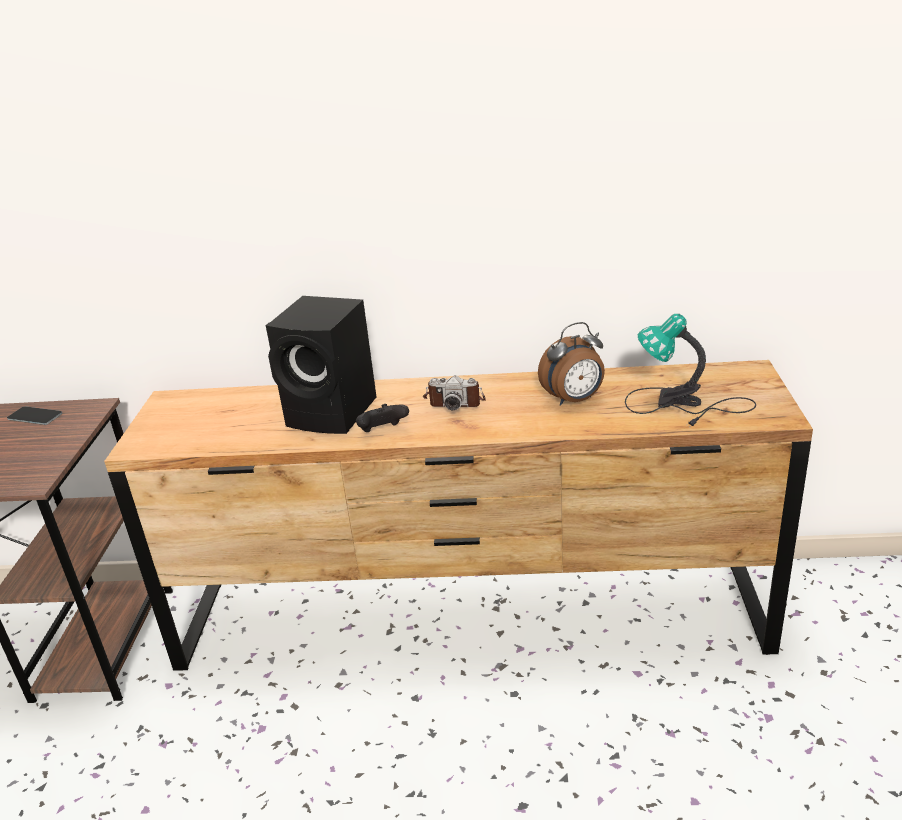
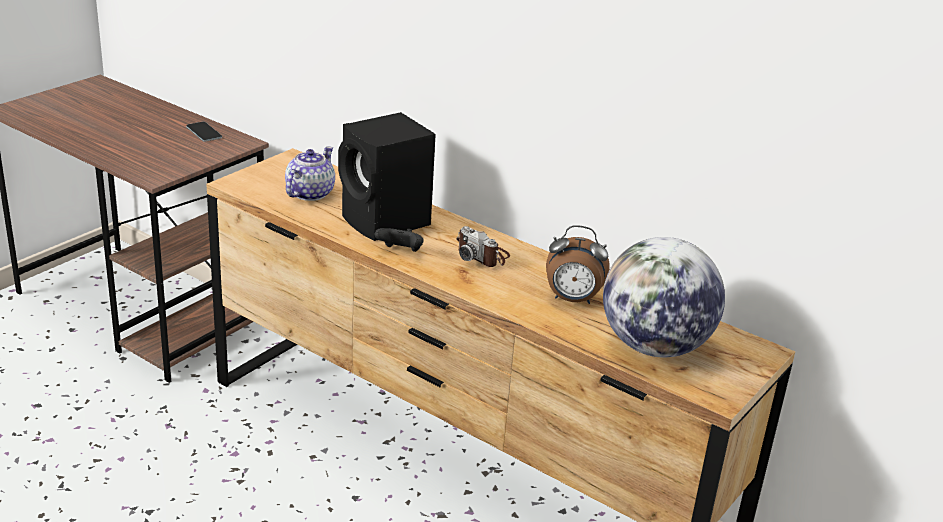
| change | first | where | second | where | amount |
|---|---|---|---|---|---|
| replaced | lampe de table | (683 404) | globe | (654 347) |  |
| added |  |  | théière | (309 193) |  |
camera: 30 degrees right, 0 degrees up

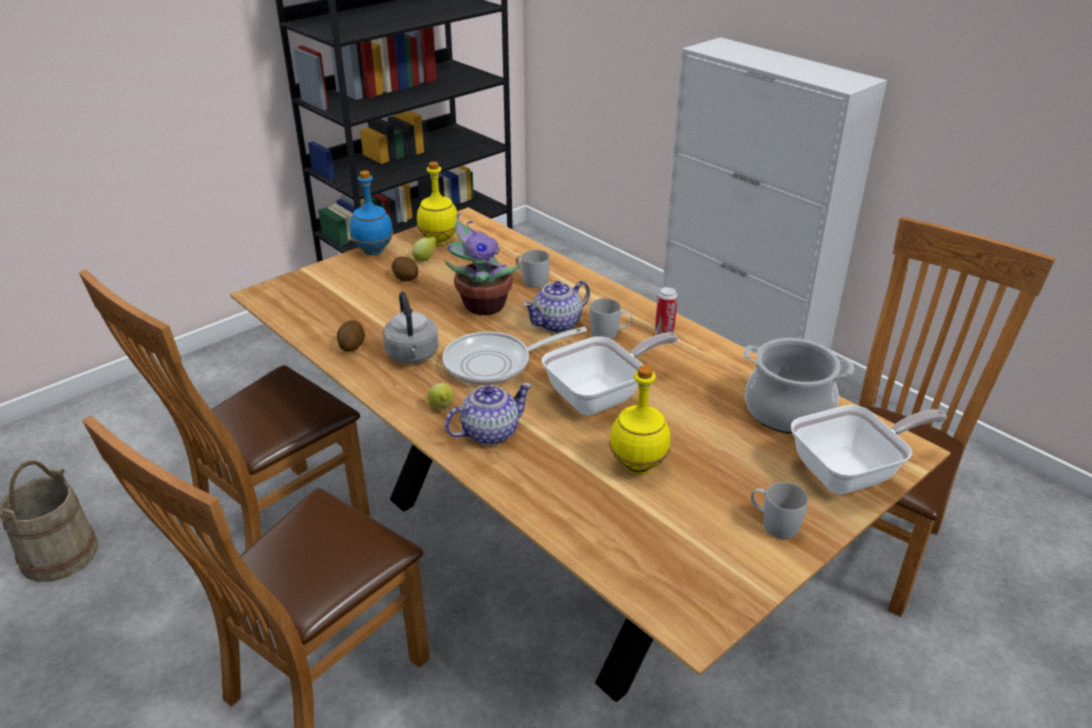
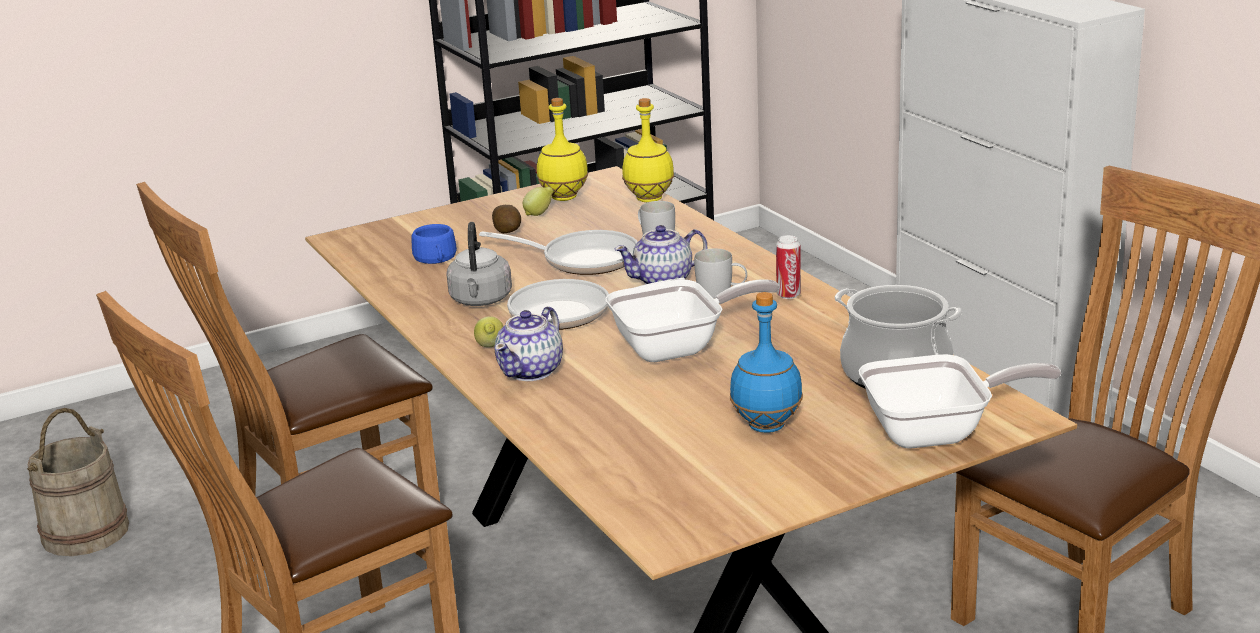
| change | first | where | second | where | amount |
|---|---|---|---|---|---|
| moved | bouteille [bleu] | (373 251) |  | (765 426) |  |
| replaced | plante en pot | (481 305) | poêle | (582 260) |  |
| removed | pomme de terre | (352 345) |  |  |  |
| moved | bouteille [jaune] | (639 466) |  | (650 199) |  |
| turned | théière | (489 432) |  | (532 371) | 135 degrees clockwise |
| removed | mug [blanc] | (773 523) |  |  |  |
| added |  |  | tasse [bleu] | (436 259) |  |
camera: 15 degrees right, 10 degrees down

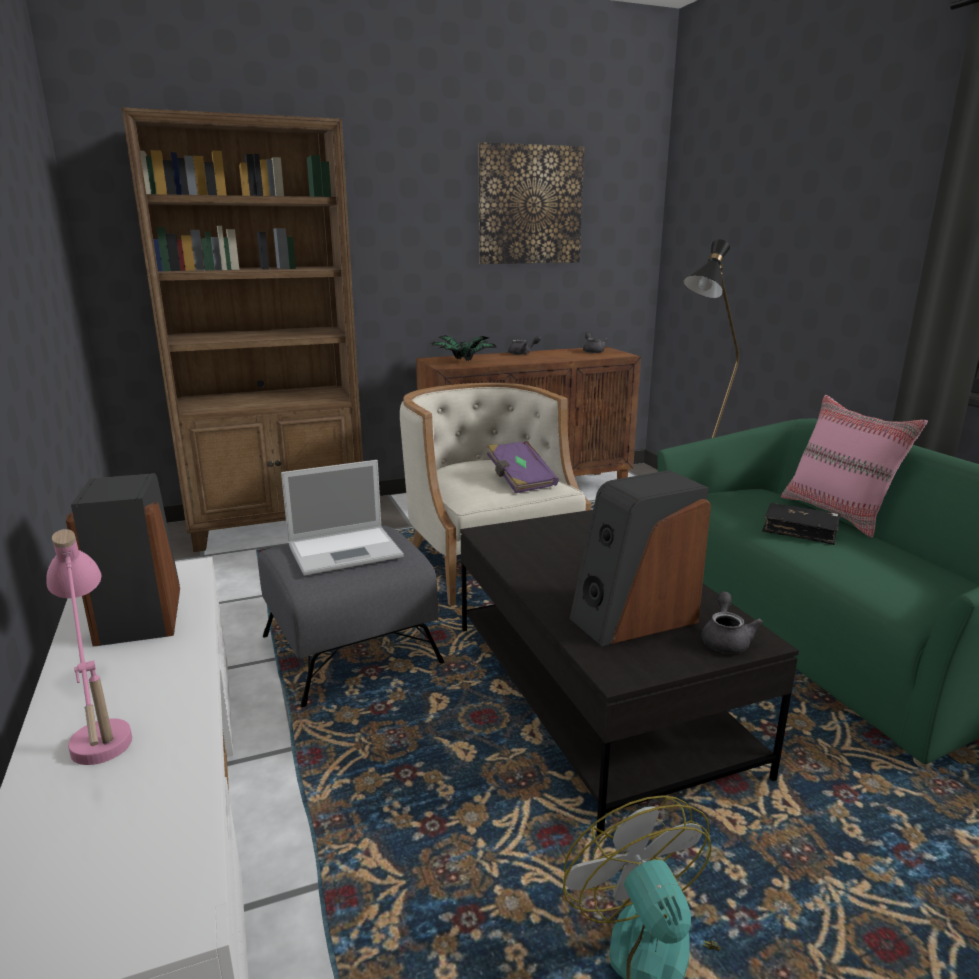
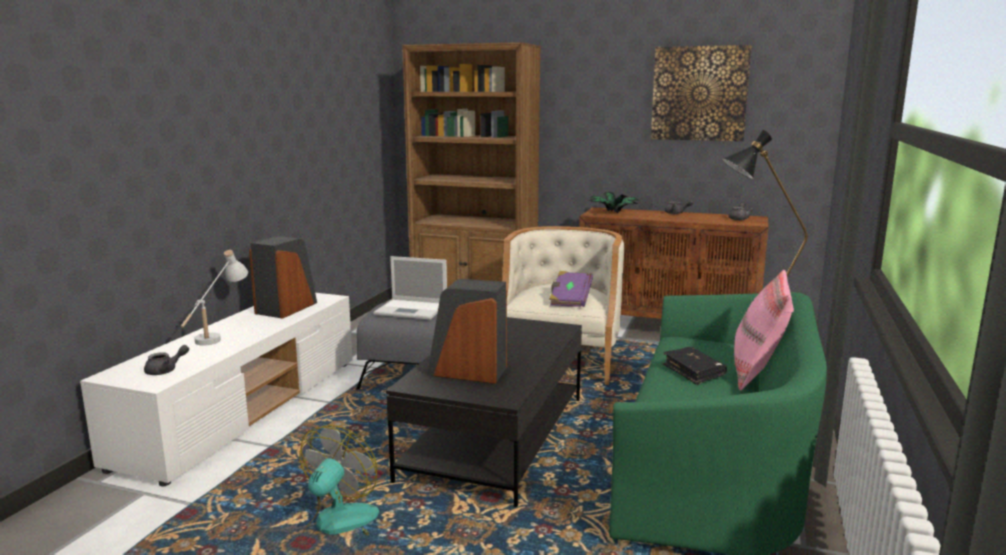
| change | first | where | second | where | amount |
|---|---|---|---|---|---|
| recoloured | lampe de table [rose] | (99 722) | lampe de table [blanc] | (218 335) |  |
| moved | théière [gris] | (725 640) |  | (166 370) |  |
camera: 40 degrees right, 5 degrees down

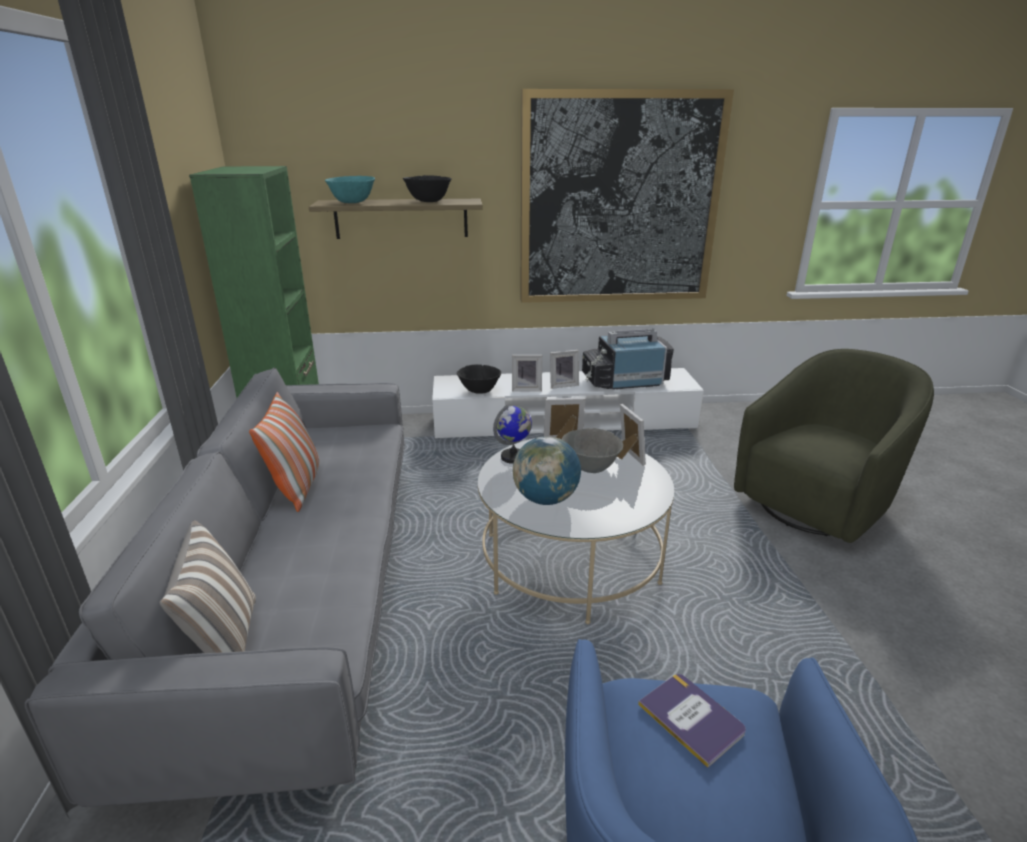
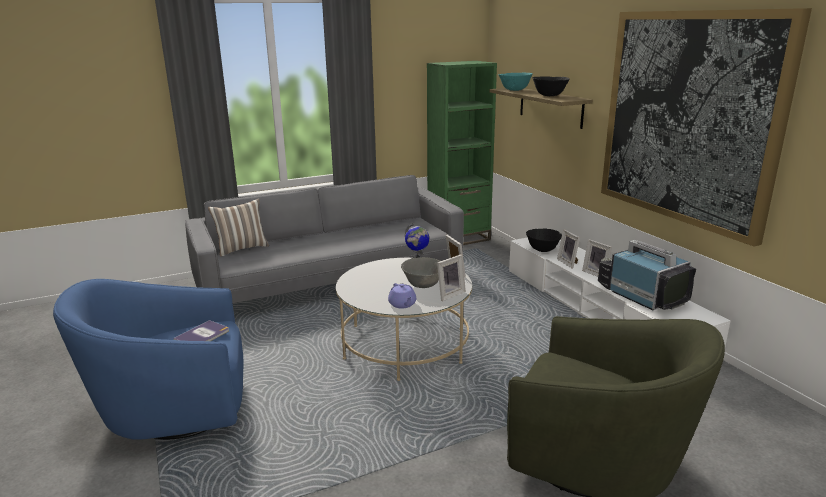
| change | first | where | second | where | amount |
|---|---|---|---|---|---|
| removed | coussin | (297 487) |  |  |  |
| removed | globe | (545 499) |  |  |  |
| added |  |  | théière [violet] | (402 304) |  |
camera: 70 degrees right, 5 degrees down

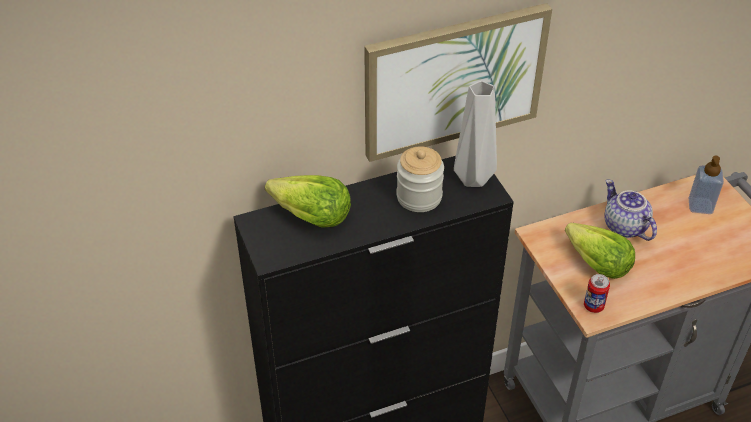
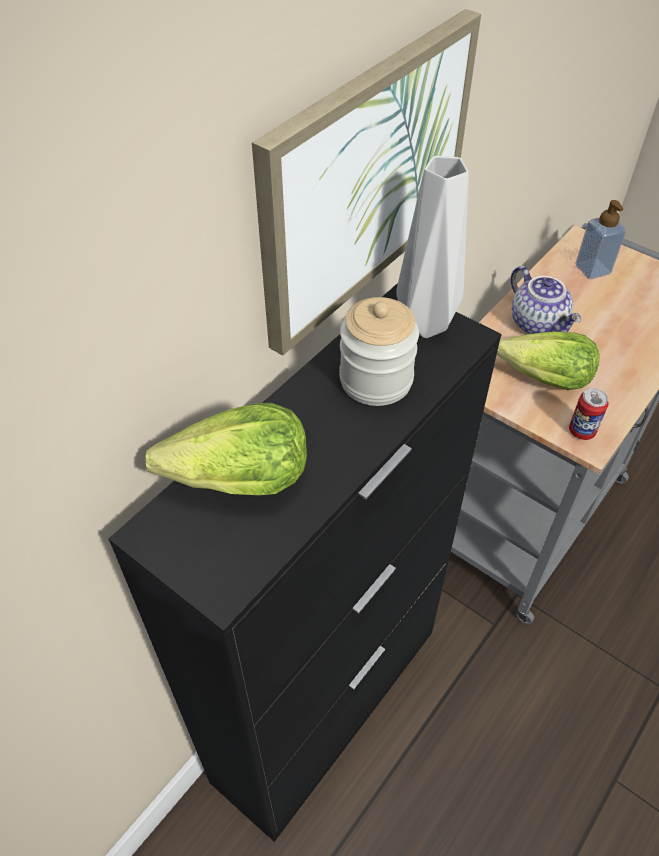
| change | first | where | second | where | amount |
|---|---|---|---|---|---|
| turned | théière | (623 227) |  | (538 323) | 150 degrees counterclockwise |
camera: 30 degrees left, 5 degrees up

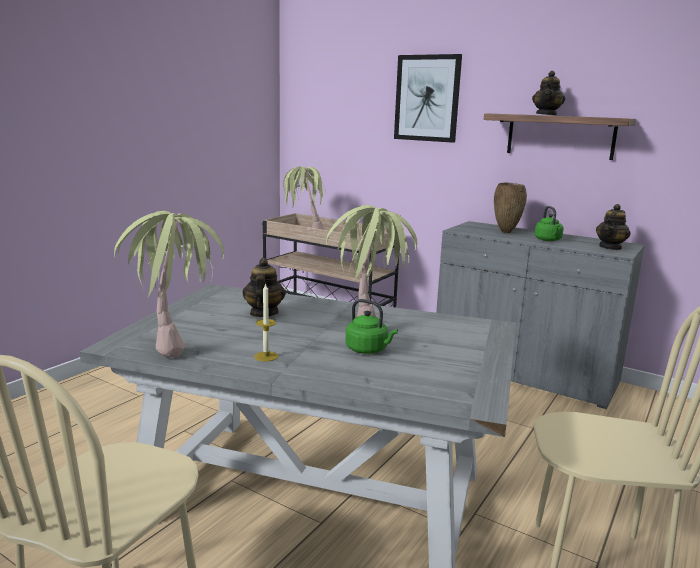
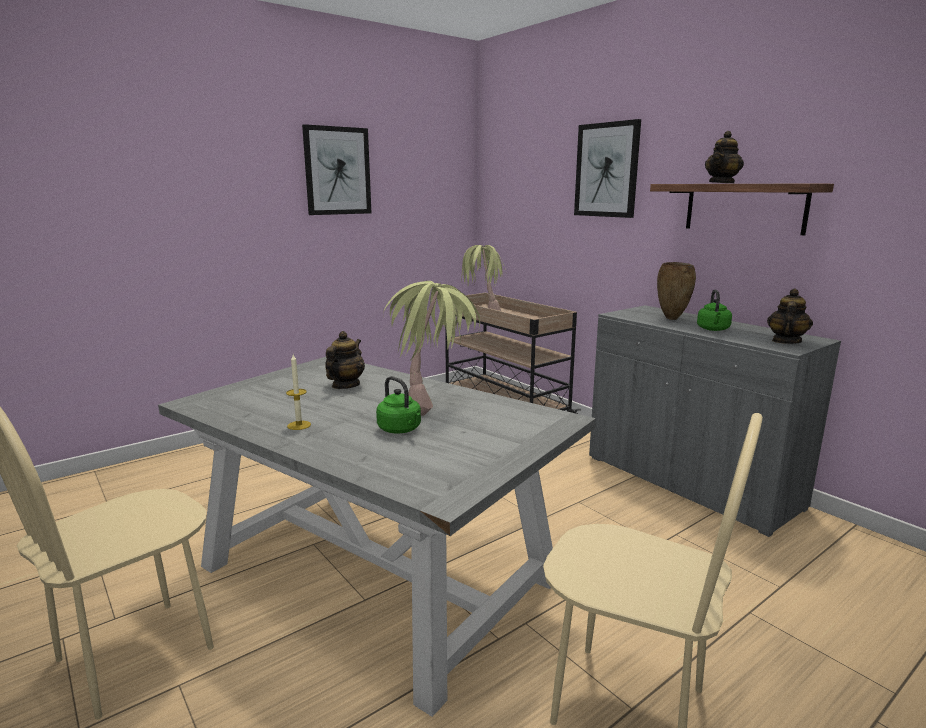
| change | first | where | second | where | amount |
|---|---|---|---|---|---|
| turned | théière | (610 247) |  | (786 341) | 150 degrees clockwise |
| removed | plante en pot | (178 343) |  |  |  |
| added |  |  | tableau | (337 171) |  |
camera: 20 degrees right, 0 degrees up

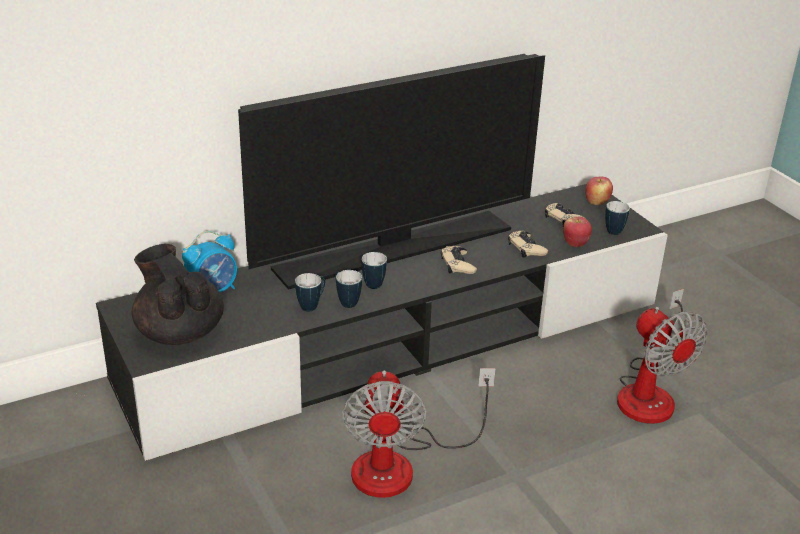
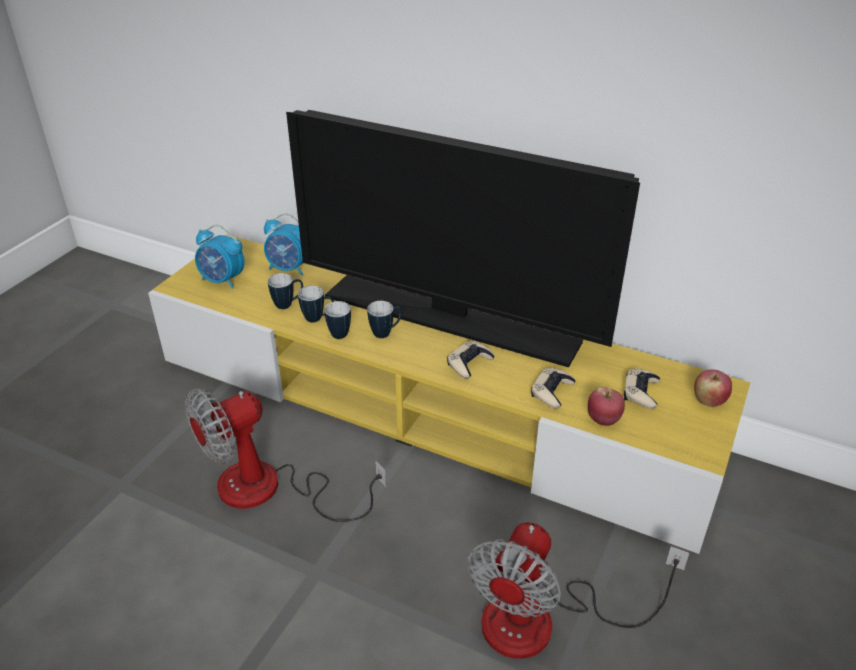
| change | first | where | second | where | amount |
|---|---|---|---|---|---|
| recoloured | meuble télé [noir] | (398 343) | meuble télé [jaune] | (429 409) |  |
| moved | mug | (614 229) |  | (288 304) |  |
| replaced | théière [noir] | (179 332) | réveil | (223 280) |  |
camera: 55 degrees right, 5 degrees up

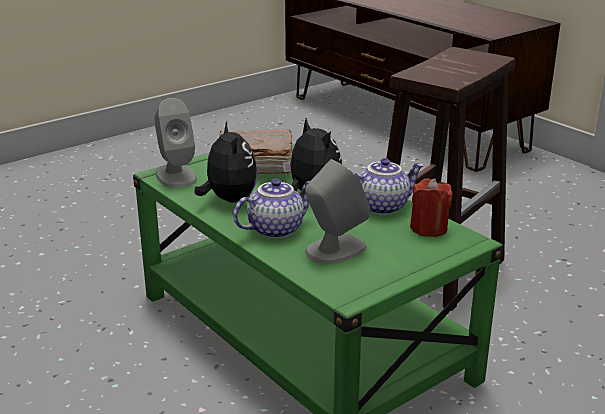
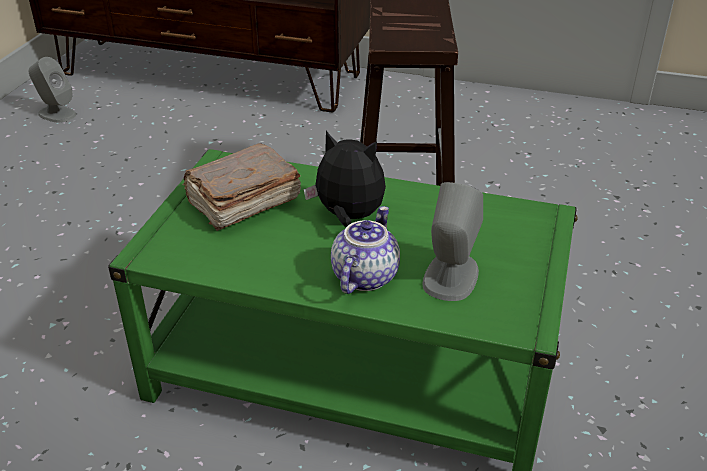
| change | first | where | second | where | amount |
|---|---|---|---|---|---|
| moved | enceinte [gris] | (176 176) |  | (56 114) |  |
| removed | peluche | (229 200) |  |  |  |
| removed | théière | (382 206) |  |  |  |
| removed | bougie [rouge] | (428 228) |  |  |  |
camera: 35 degrees left, 10 degrees up

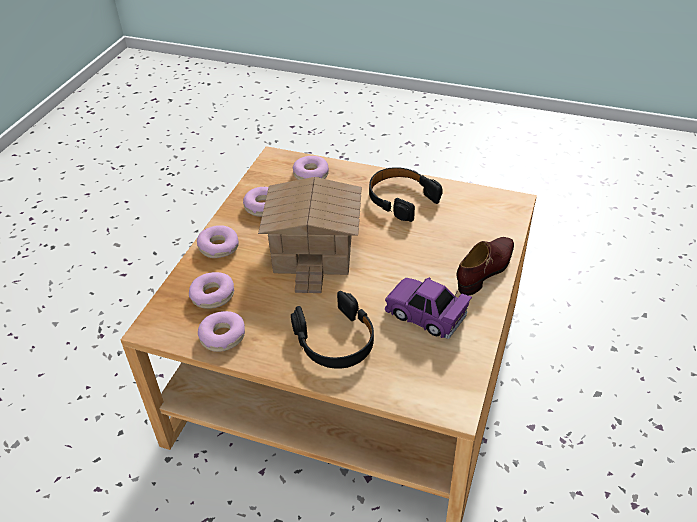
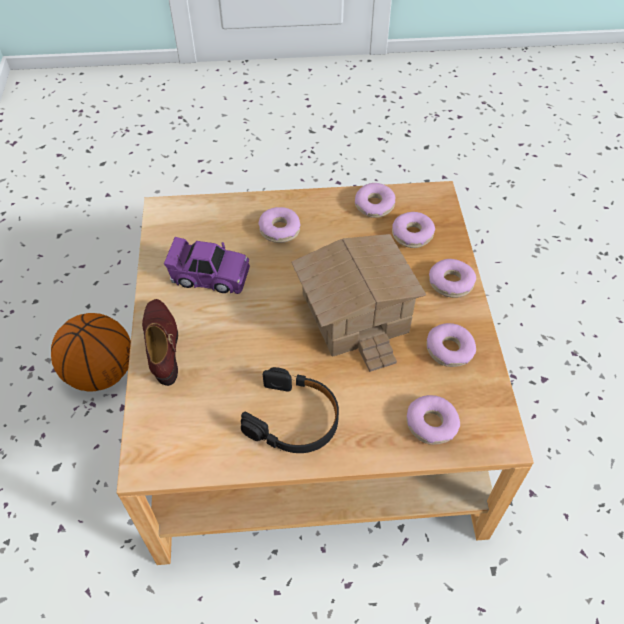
| change | first | where | second | where | amount |
|---|---|---|---|---|---|
| turned | chaussure [marron] | (486 270) |  | (162 344) | 150 degrees clockwise |
| replaced | casque audio [noir] | (335 340) | beignet | (279 230) |  |
| added |  |  | ballon de basket | (101 372) |  |
camera: 155 degrees right, 10 degrees up

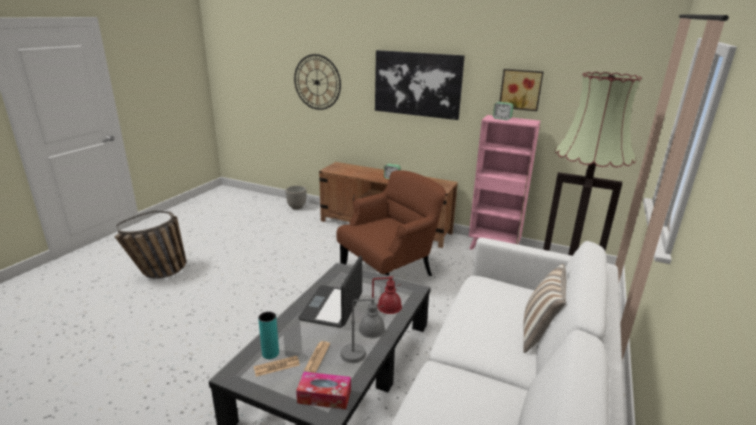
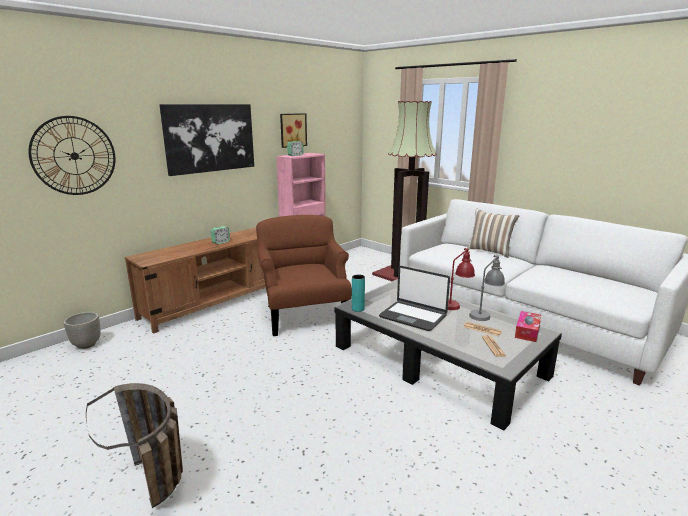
| change | first | where | second | where | amount |
|---|---|---|---|---|---|
| moved | vase [turquoise] | (270 353) |  | (358 309) |  |
camera: 70 degrees left, 5 degrees down

